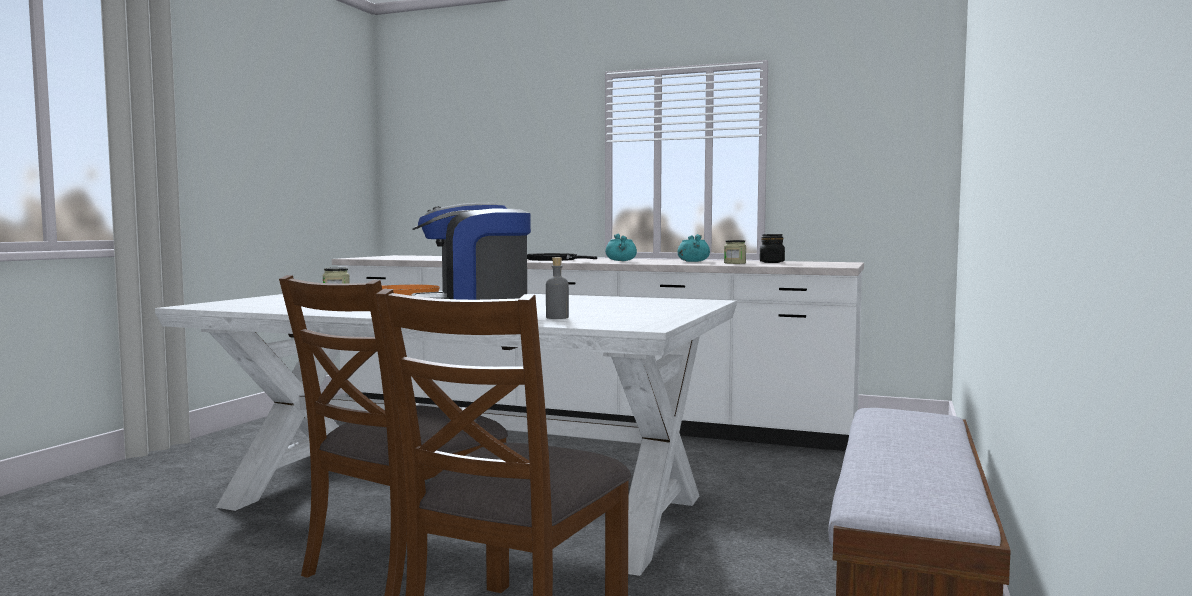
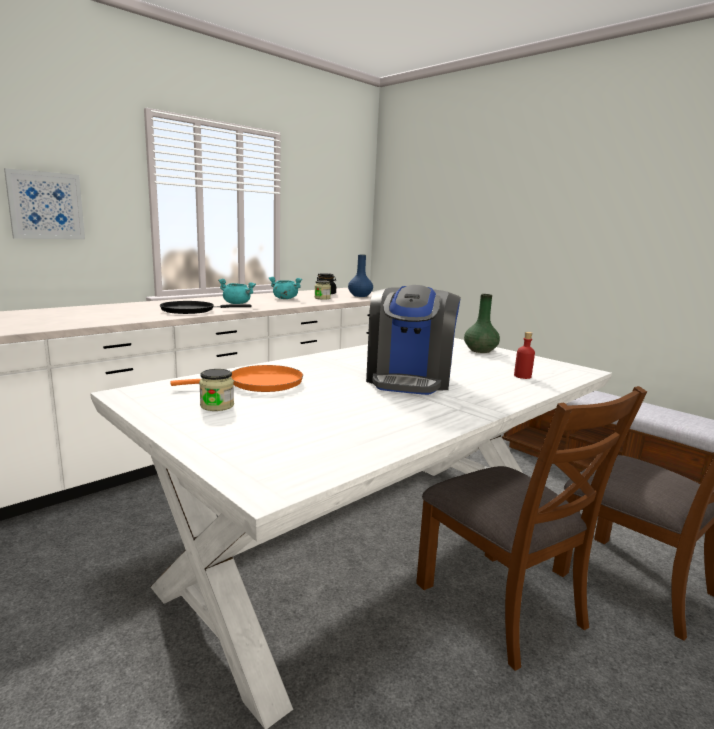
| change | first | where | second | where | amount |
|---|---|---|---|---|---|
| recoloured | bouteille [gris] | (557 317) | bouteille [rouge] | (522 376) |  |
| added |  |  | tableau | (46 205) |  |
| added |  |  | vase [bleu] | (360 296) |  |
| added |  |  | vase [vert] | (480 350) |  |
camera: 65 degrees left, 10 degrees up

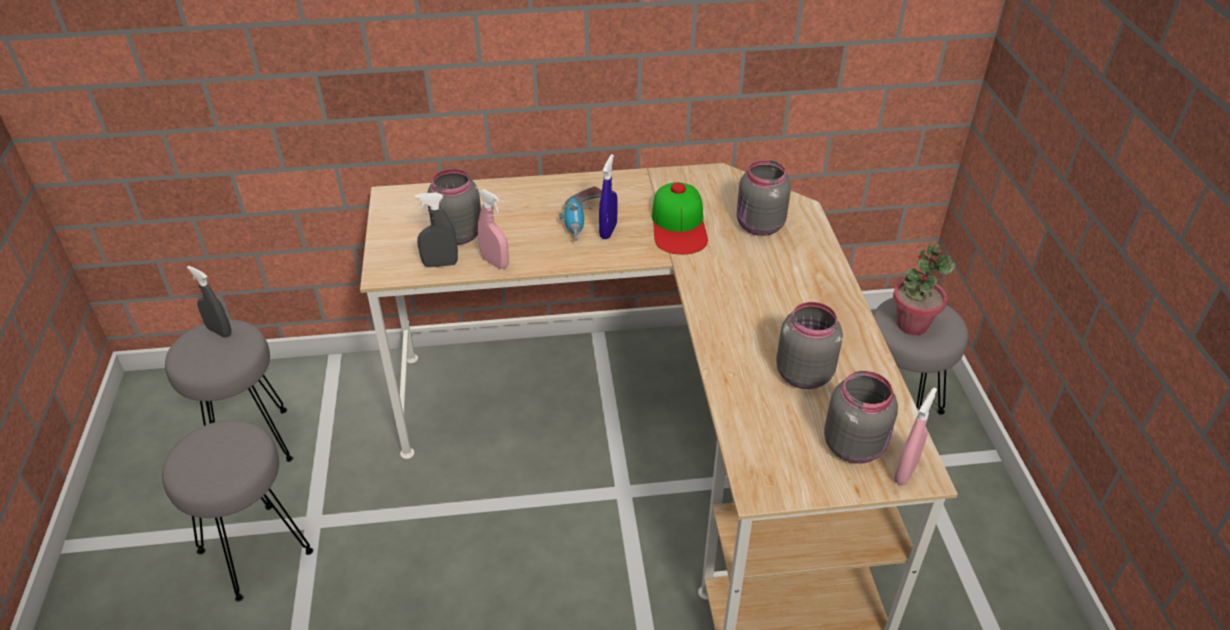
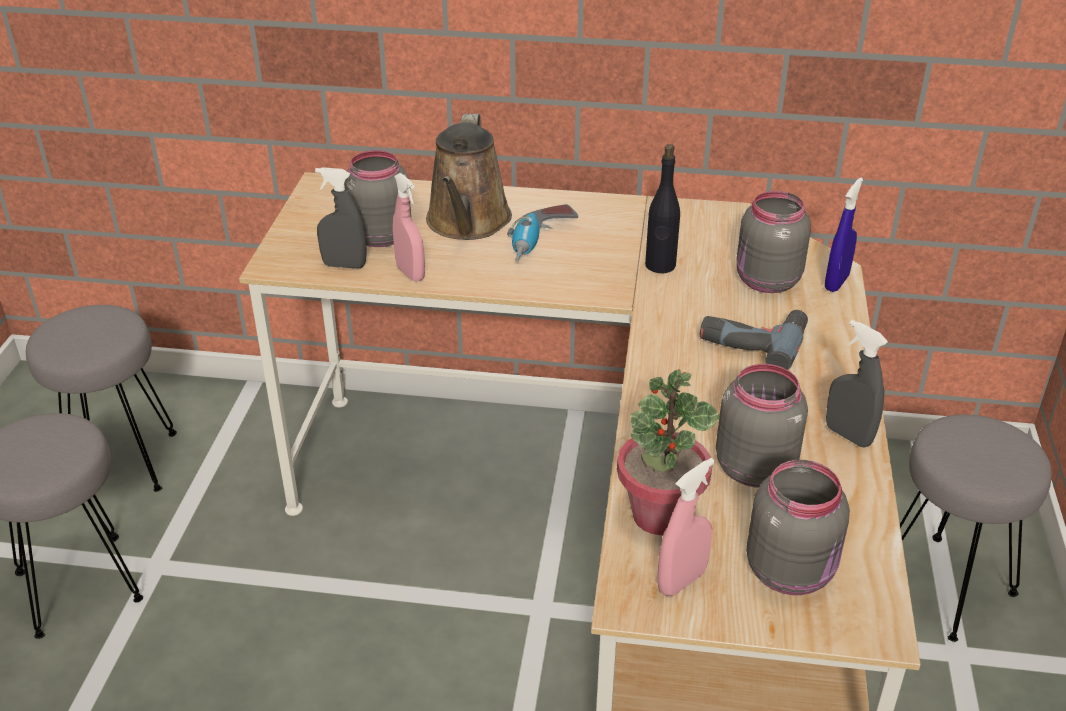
| change | first | where | second | where | amount |
|---|---|---|---|---|---|
| moved | vaporisateur [bleu] | (608 231) |  | (836 282) |  |
| replaced | casquette | (679 225) | bouteille [noir] | (660 265) |  |
| moved | plante en pot | (912 324) |  | (659 515) |  |
| moved | vaporisateur [gris] | (219 331) |  | (848 435) |  |
| moved | vaporisateur [rose] | (905 472) |  | (681 581) |  |
| added |  |  | arrosoir [marron] | (467 223) |  |
| added |  |  | perceuse | (753 339) |  |
camera: 15 degrees right, 5 degrees down

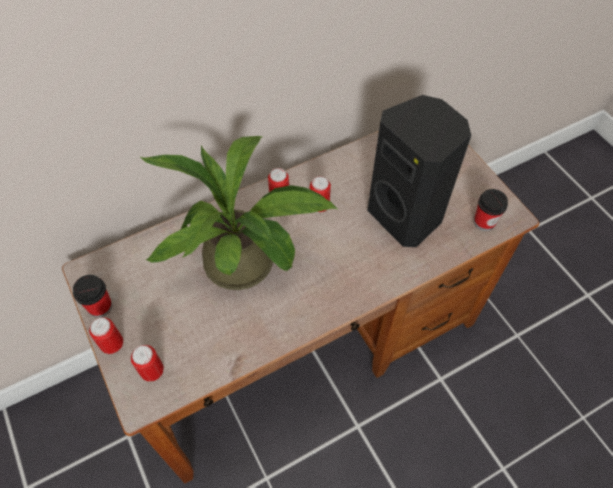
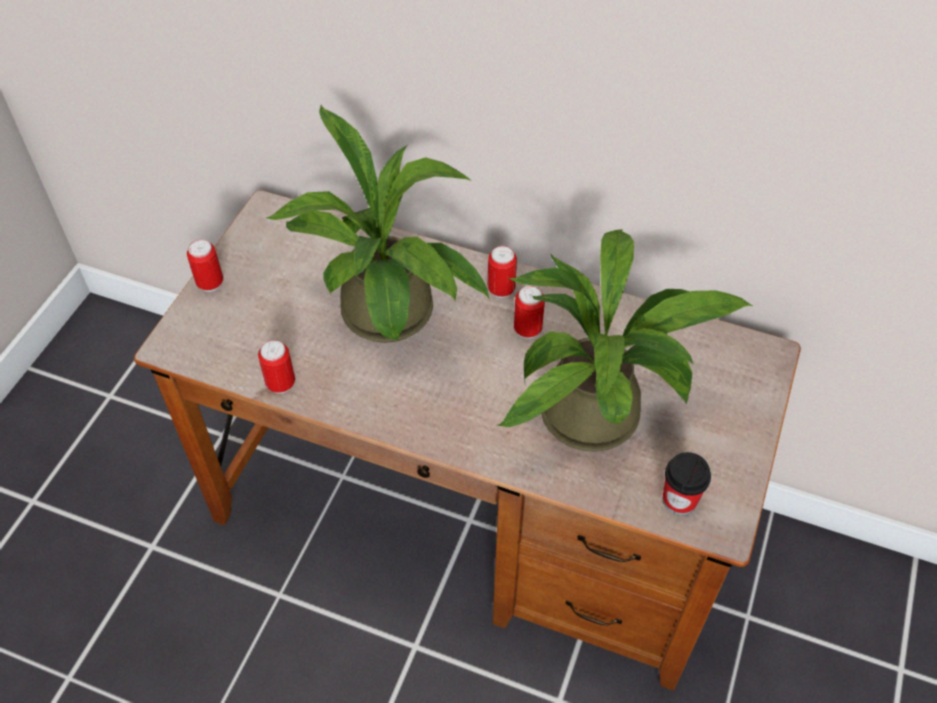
| change | first | where | second | where | amount |
|---|---|---|---|---|---|
| replaced | enceinte [noir] | (406 215) | plante en pot | (602 416) |  |
| removed | tasse | (100 307) |  |  |  |
| moved | boîte métallique | (152 371) |  | (281 384) |  |
camera: 50 degrees right, 5 degrees down

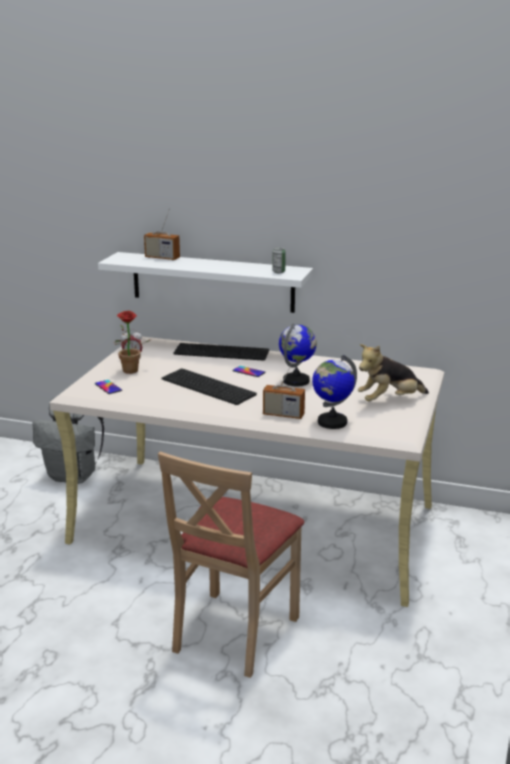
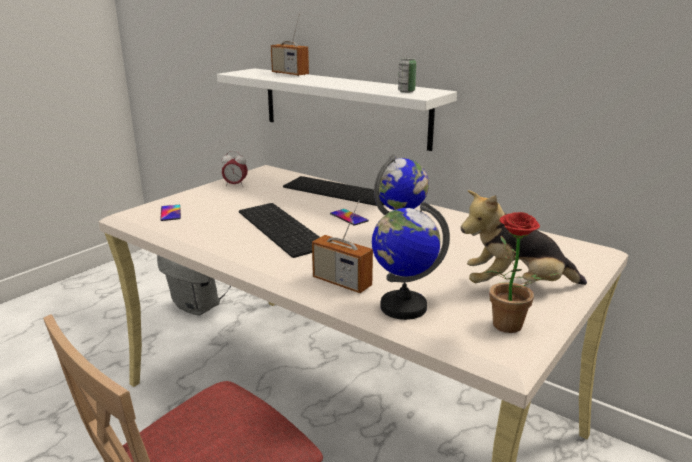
| change | first | where | second | where | amount |
|---|---|---|---|---|---|
| moved | plante en pot | (130 372) |  | (506 328) |  |
camera: 20 degrees right, 0 degrees up

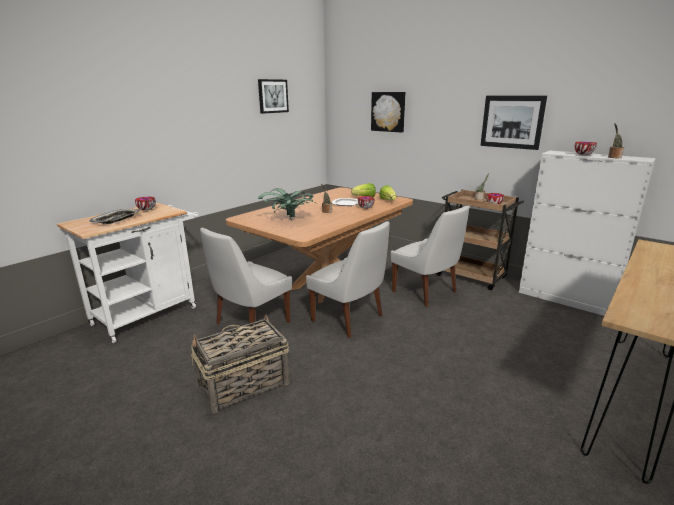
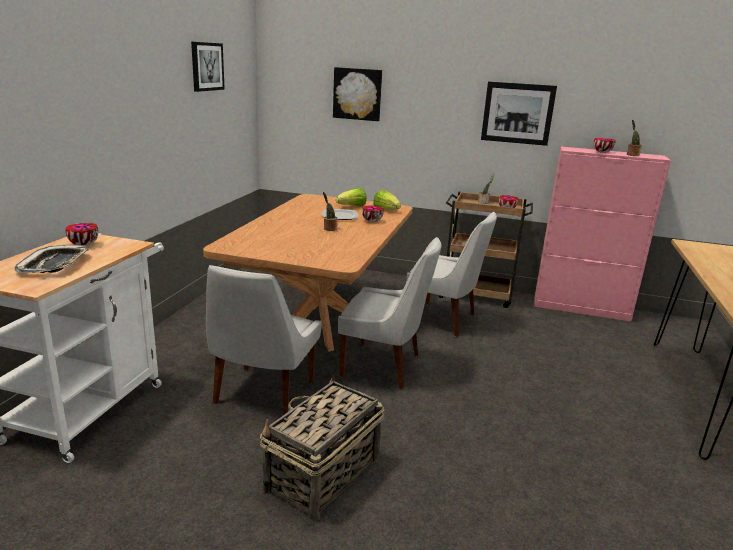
| change | first | where | second | where | amount |
|---|---|---|---|---|---|
| recoloured | meuble de rangement [blanc] | (566 299) | meuble de rangement [rose] | (581 308) |  |
| removed | plante en pot | (290 219) |  |  |  |
camera: 25 degrees left, 0 degrees up

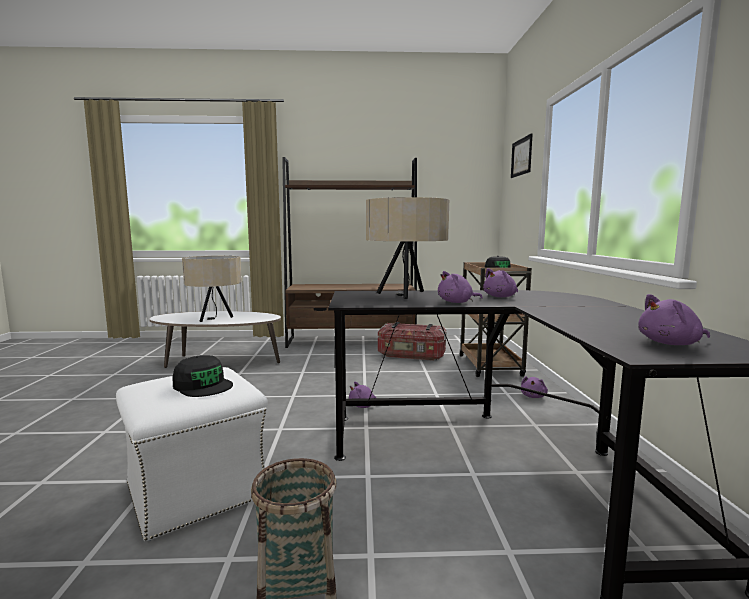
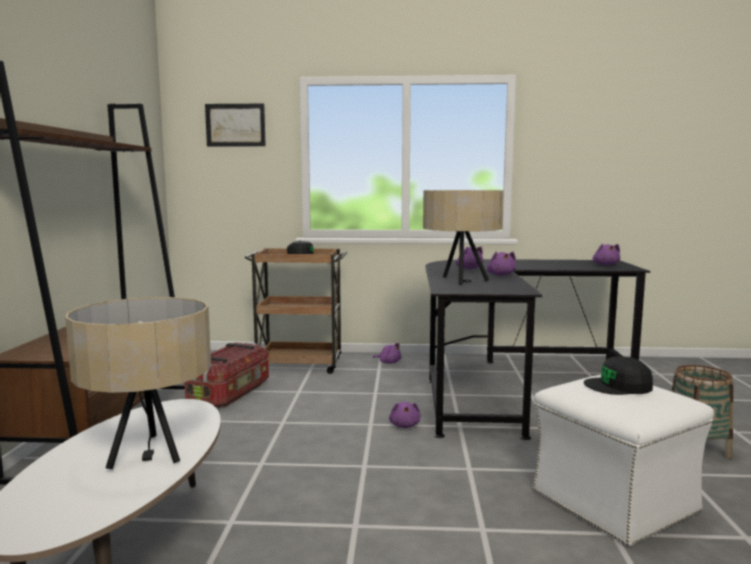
| change | first | where | second | where | amount |
|---|---|---|---|---|---|
| turned | casquette [noir] | (203 385) |  | (618 386) | 135 degrees counterclockwise |
camera: 85 degrees left, 0 degrees up

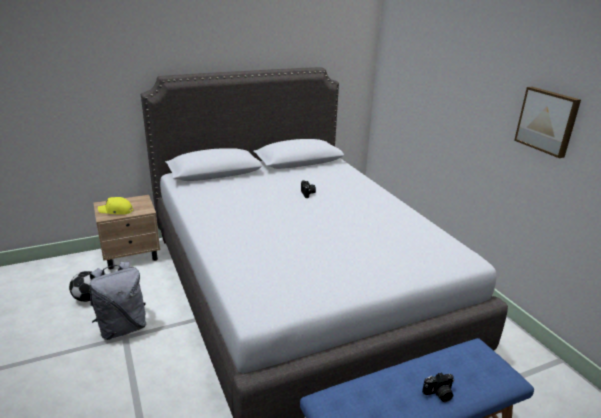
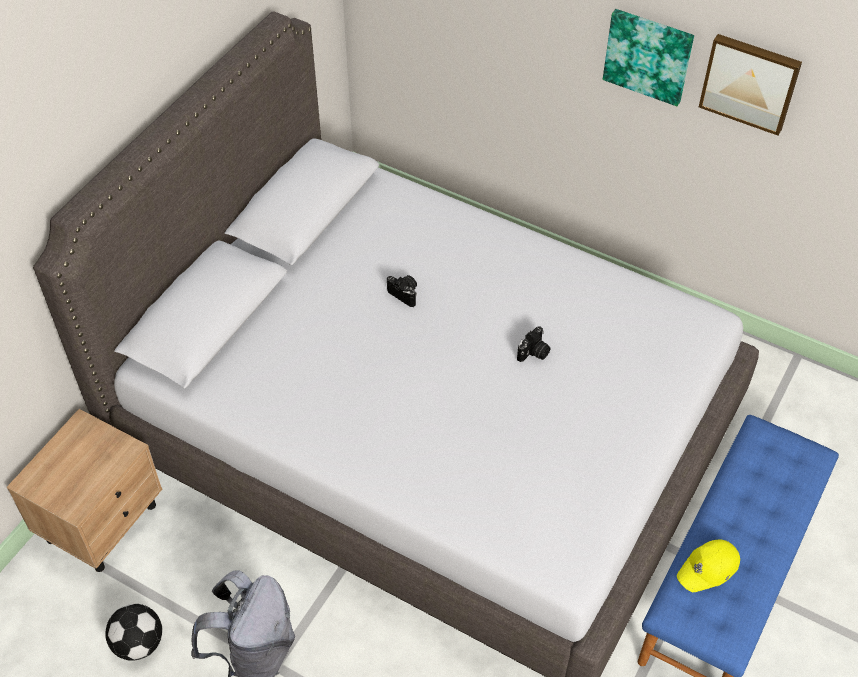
| change | first | where | second | where | amount |
|---|---|---|---|---|---|
| moved | casquette [jaune] | (116 211) |  | (708 569) |  |
| moved | appareil photo | (439 394) |  | (534 353) |  |
| added |  |  | tableau | (648 55) |  |
camera: 35 degrees left, 25 degrees up

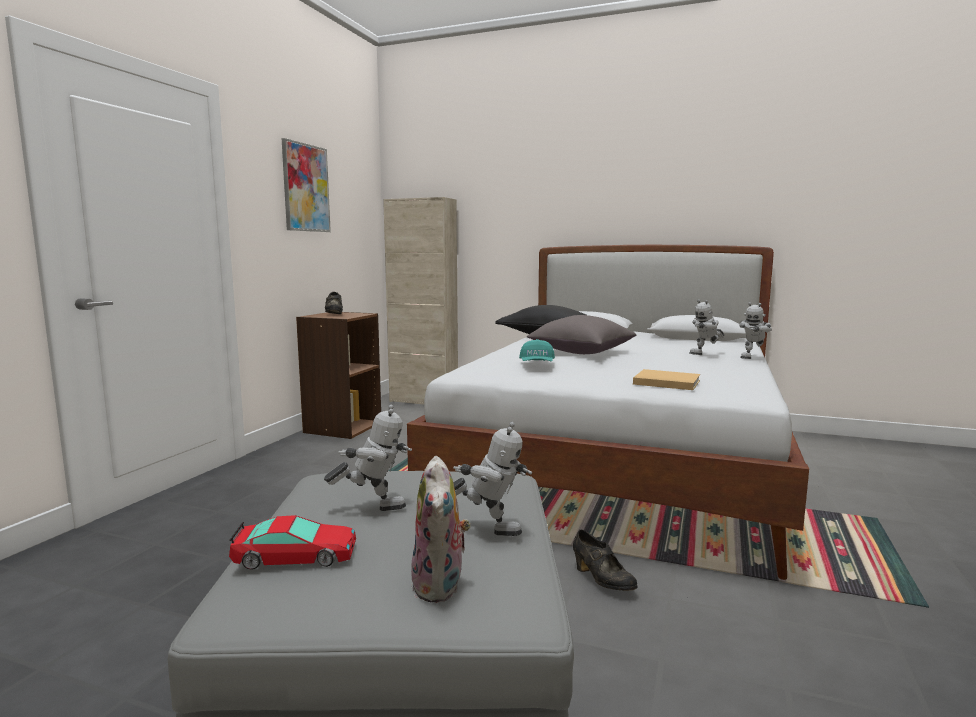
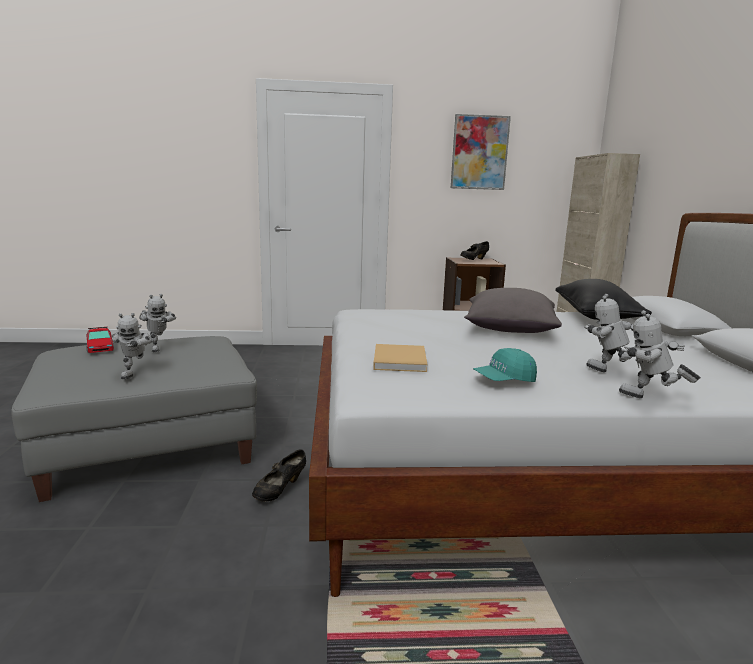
| change | first | where | second | where | amount |
|---|---|---|---|---|---|
| moved | casquette [turquoise] | (537 364) |  | (504 380) |  |
| removed | peluche | (441 586) |  |  |  |
camera: 65 degrees right, 5 degrees up

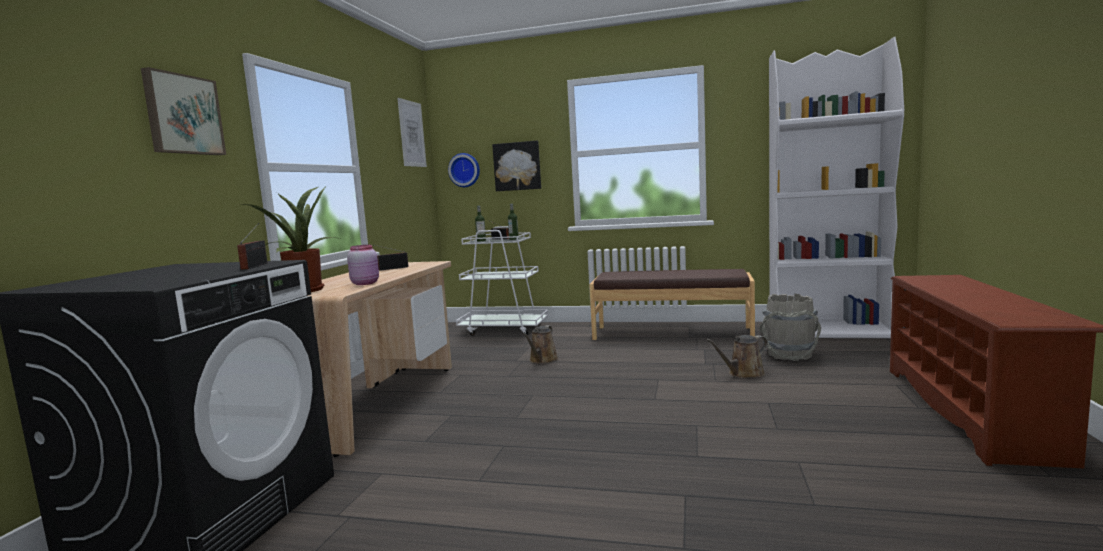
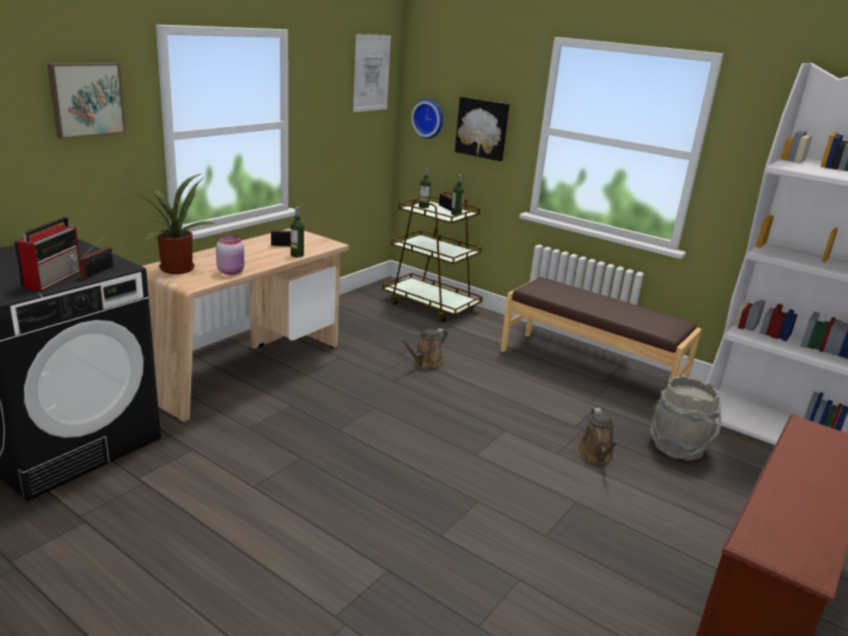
| change | first | where | second | where | amount |
|---|---|---|---|---|---|
| recoloured | chariot [blanc] | (504 329) | chariot [marron] | (431 305) |  |
| turned | arrosoir [marron] | (743 374) |  | (596 455) | 90 degrees counterclockwise |
| added |  |  | bouteille | (297 255) |  |
| added |  |  | radio | (54 278) |  |
camera: 20 degrees right, 15 degrees up

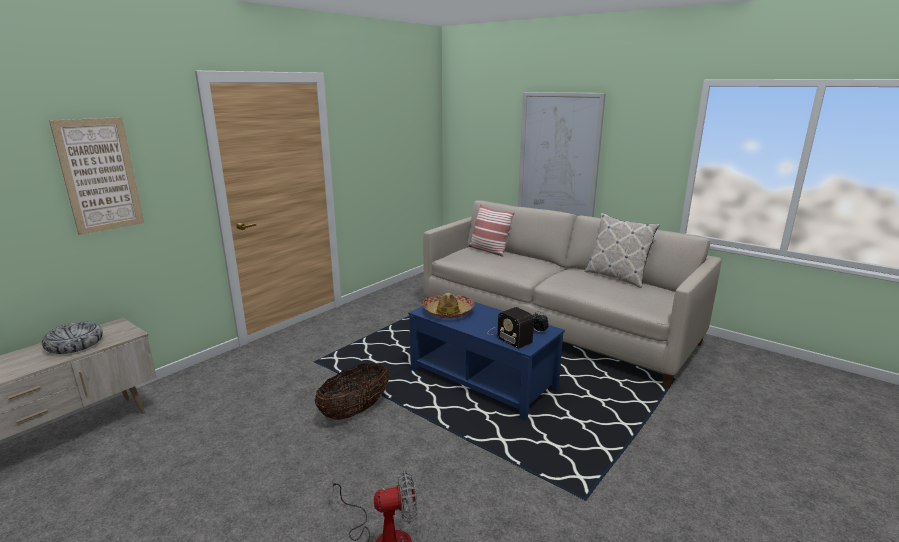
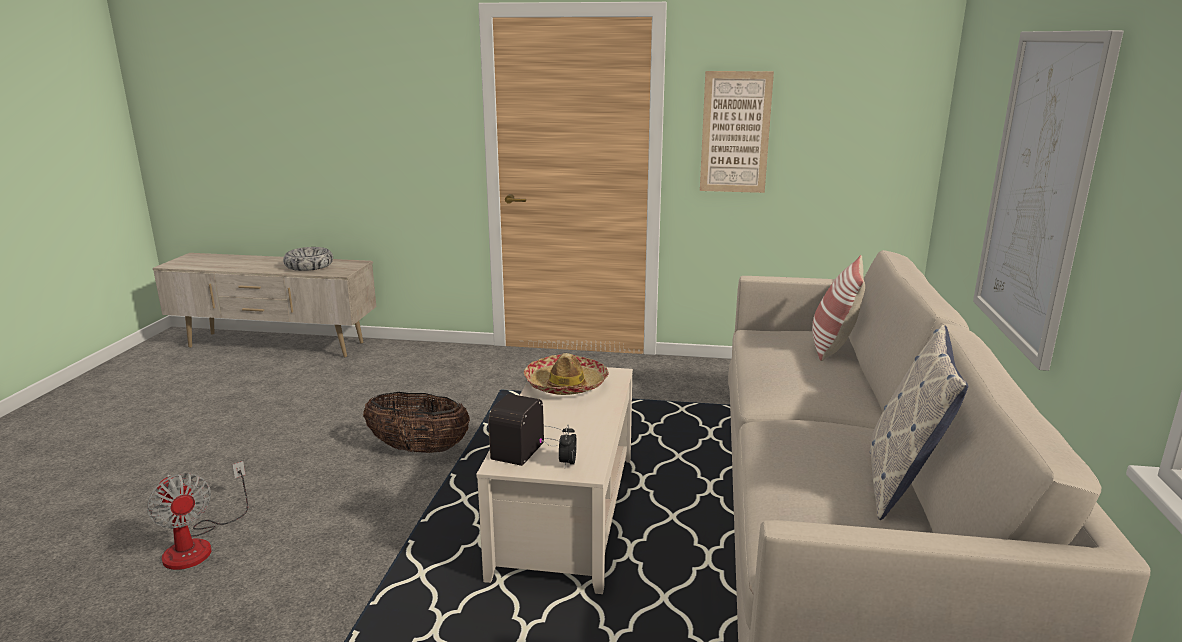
| change | first | where | second | where | amount |
|---|---|---|---|---|---|
| moved | tableau | (100 175) |  | (735 132) |  |
| recoloured | table basse [bleu] | (482 380) | table basse [beige] | (566 514) |  |
camera: 60 degrees right, 0 degrees up

